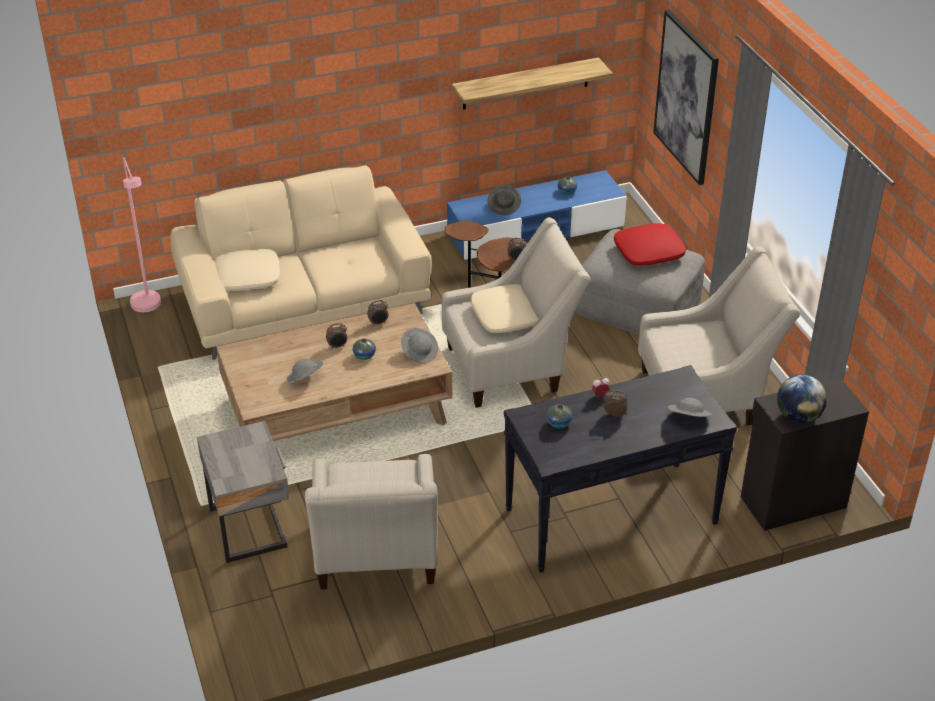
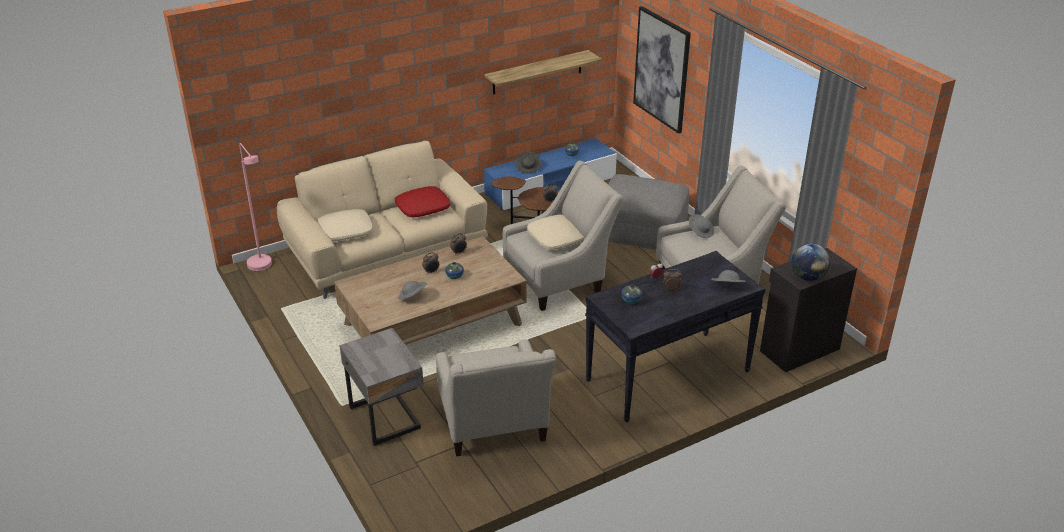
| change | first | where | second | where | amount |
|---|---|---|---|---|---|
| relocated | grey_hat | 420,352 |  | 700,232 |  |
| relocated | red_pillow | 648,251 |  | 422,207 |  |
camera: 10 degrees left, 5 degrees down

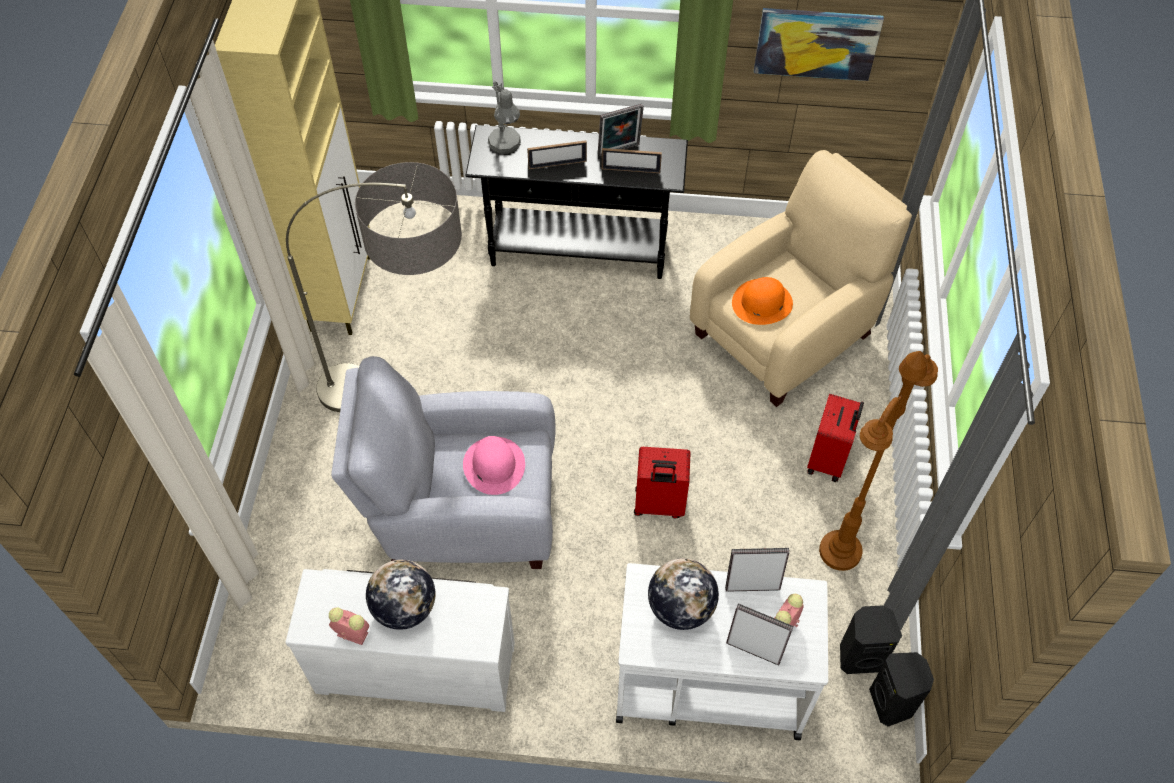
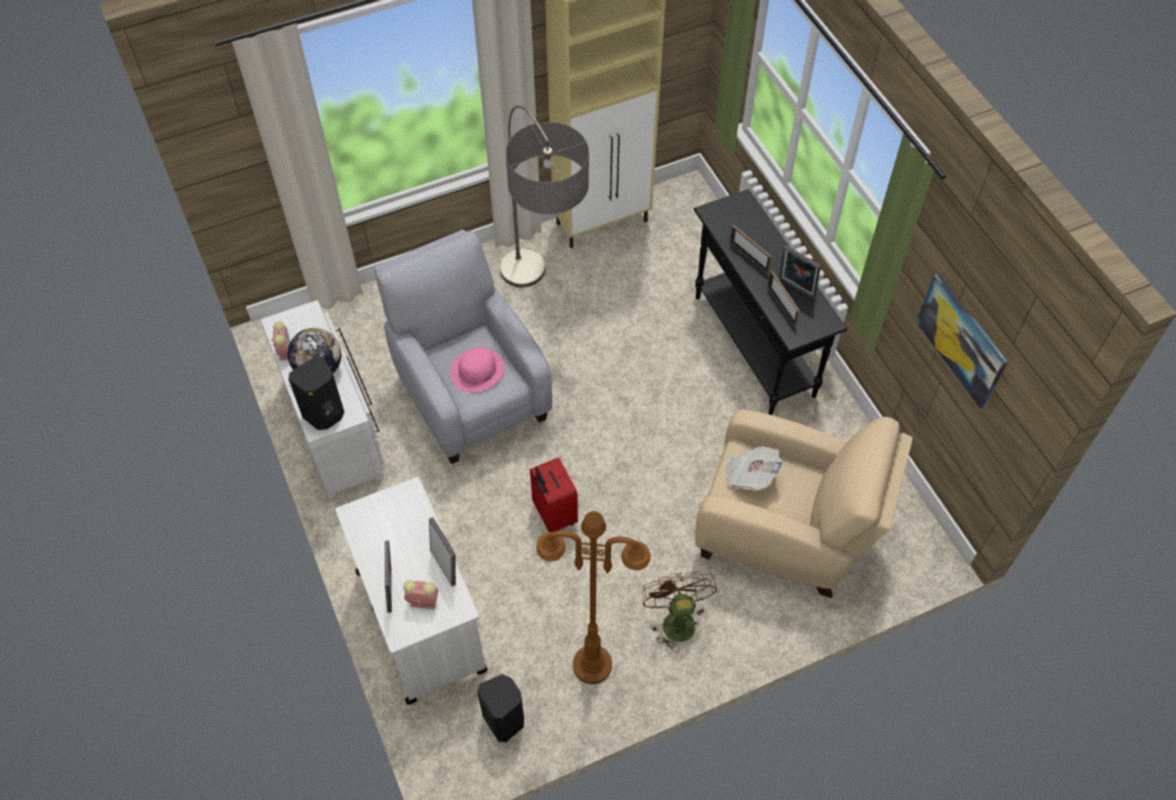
| change | first | where | second | where | amount |
|---|---|---|---|---|---|
| missing | grey_table_lamp | 506,147 |  |  |  |
| missing | globe | 680,608 |  |  |  |
| exchanged | orange_hat | 762,303 | newspaper | 750,475 |  |
| exchanged | red_suitcase | 828,459 | brown_fan | 675,619 |  |
| relocated | black_speaker | 892,703 |  | 325,415 |  |
camera: 60 degrees right, 0 degrees up

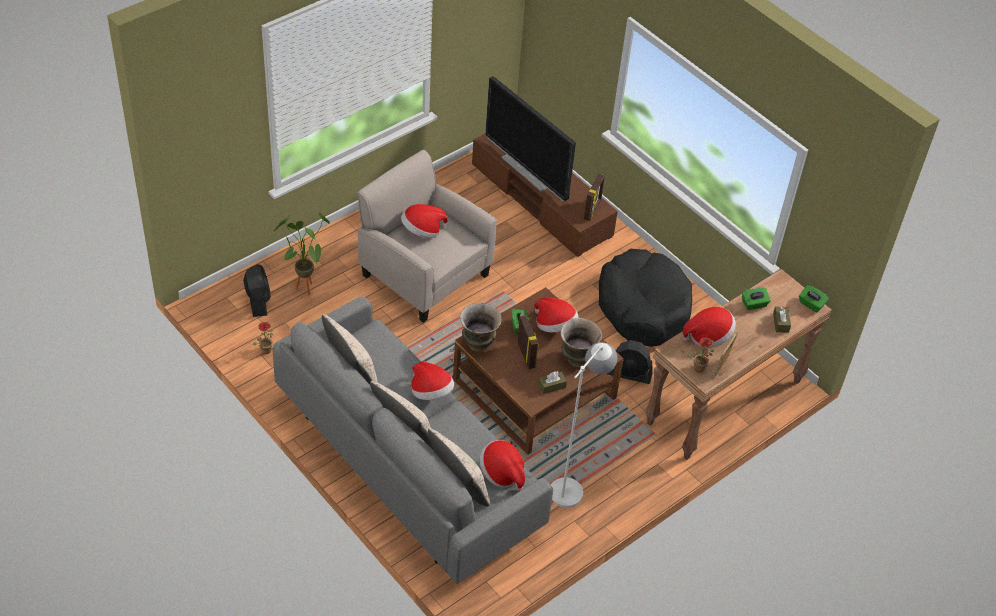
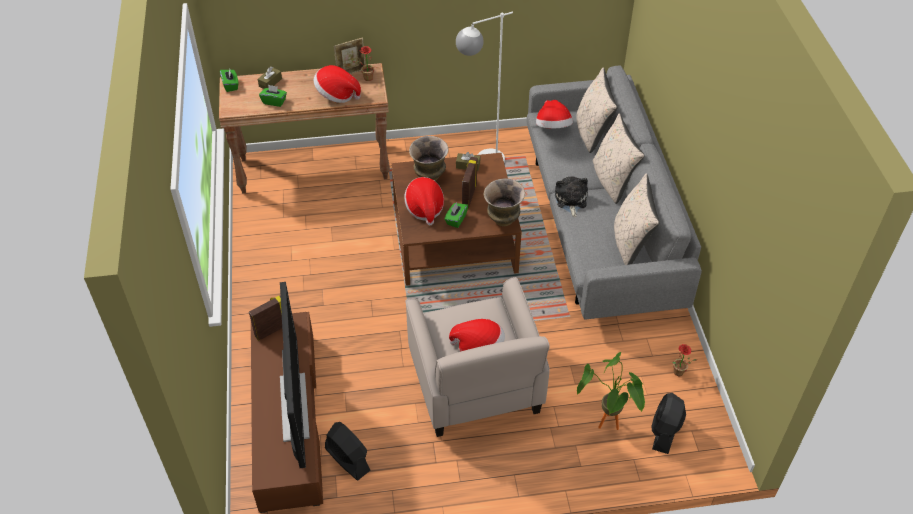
| change | first | where | second | where | amount |
|---|---|---|---|---|---|
| exchanged | hat | 431,392 | plush_toy | 570,201 |  |
| missing | black_dog_bed | 643,307 |  |  |  |
| relocated | black_fan | 629,374 |  | 347,459 |  |
camera: 145 degrees left, 0 degrees up

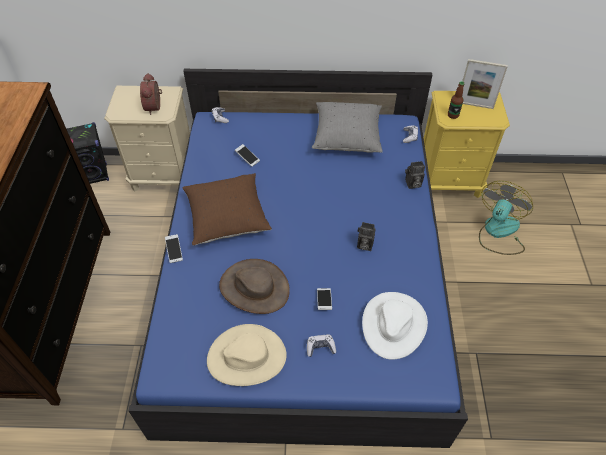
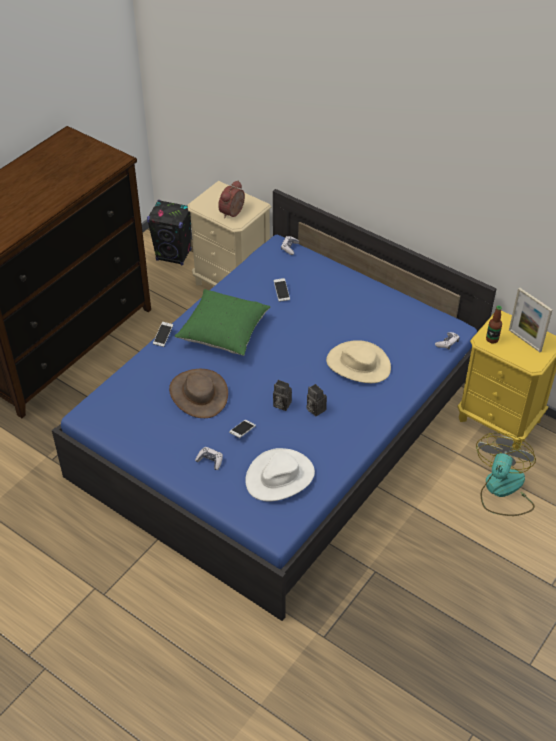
| change | first | where | second | where | amount |
|---|---|---|---|---|---|
| colour | brown_pillow | 227,218 | green_pillow | 223,333 |  |
| relocated | beige_hat | 246,357 |  | 358,364 |  |
| missing | grey_pillow | 347,137 |  |  |  |
| relocated | photo_camera | 412,184 |  | 281,404 |  |
| spun | fan | 498,232 |  | 502,490 | 45 degrees counterclockwise |
camera: 35 degrees right, 5 degrees down

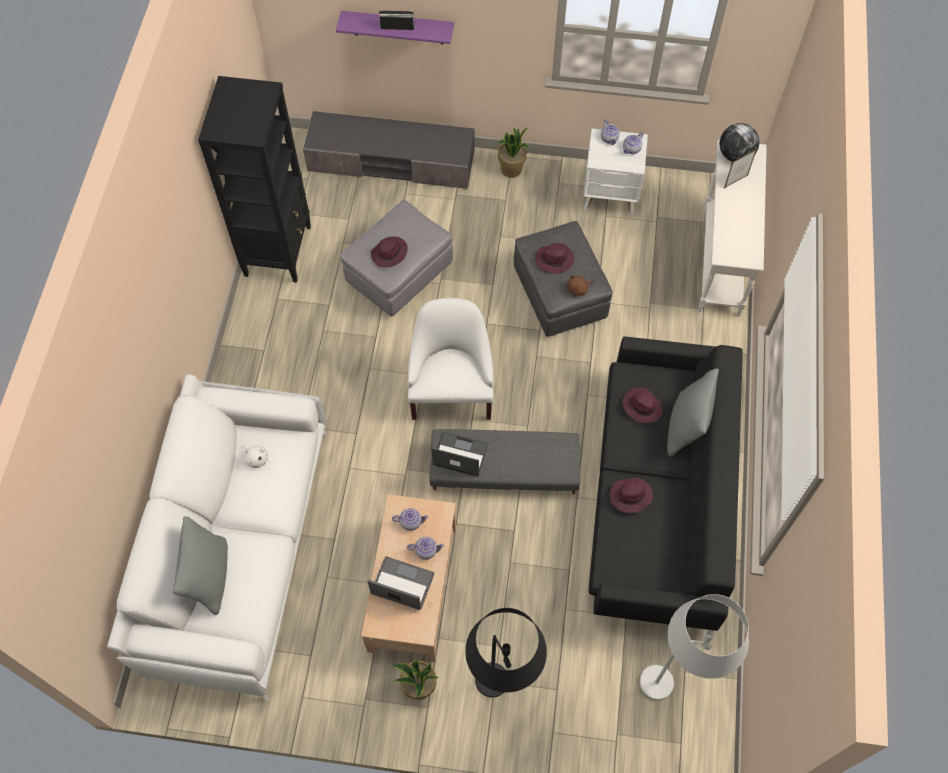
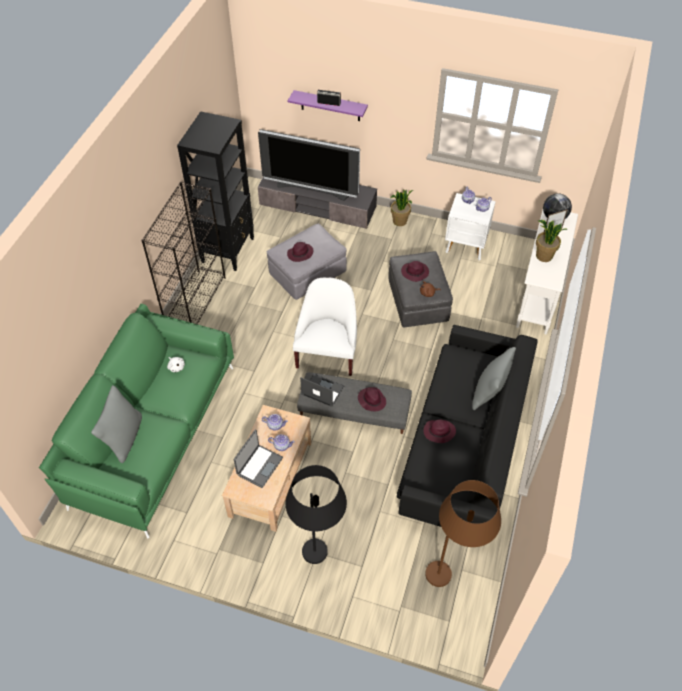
| change | first | where | second | where | amount |
|---|---|---|---|---|---|
| colour | white_sofa | 237,549 | green_sofa | 152,433 |  |
| spun | laptop | 402,585 |  | 259,466 | 90 degrees clockwise |
| relocated | potted_plant | 419,687 |  | 544,256 |  |
| relocated | purple_hat | 641,406 |  | 371,400 |  |
| colour | white_floor_lamp | 675,685 | brown_floor_lamp | 452,578 |  |
| appeared |  |  | black_bookcase | 196,301 |  |
| appeared |  |  | television | 312,189 |  |
camera: 10 degrees right, 10 degrees down

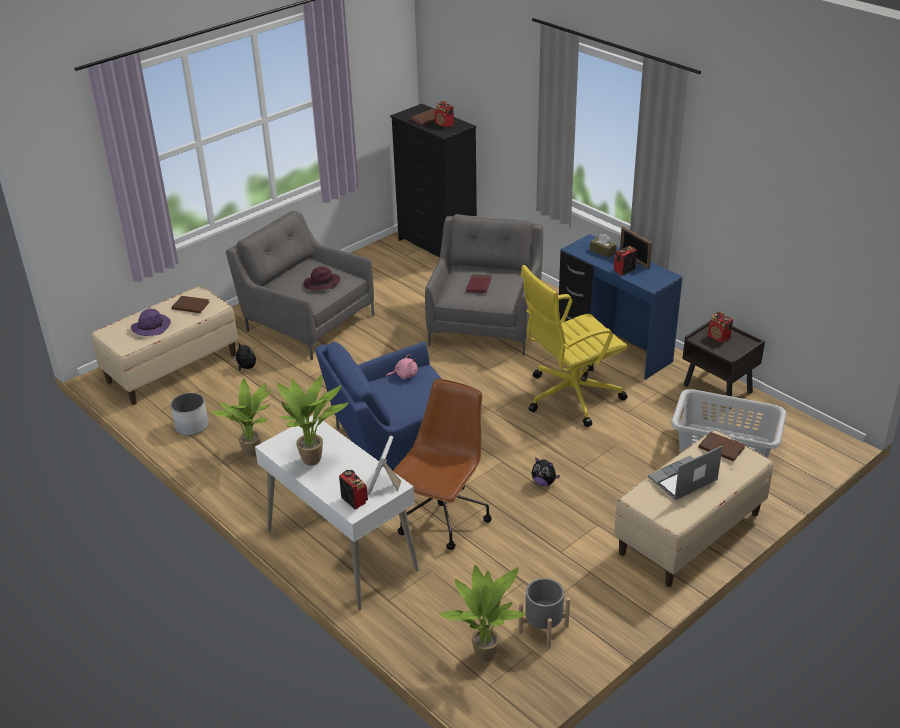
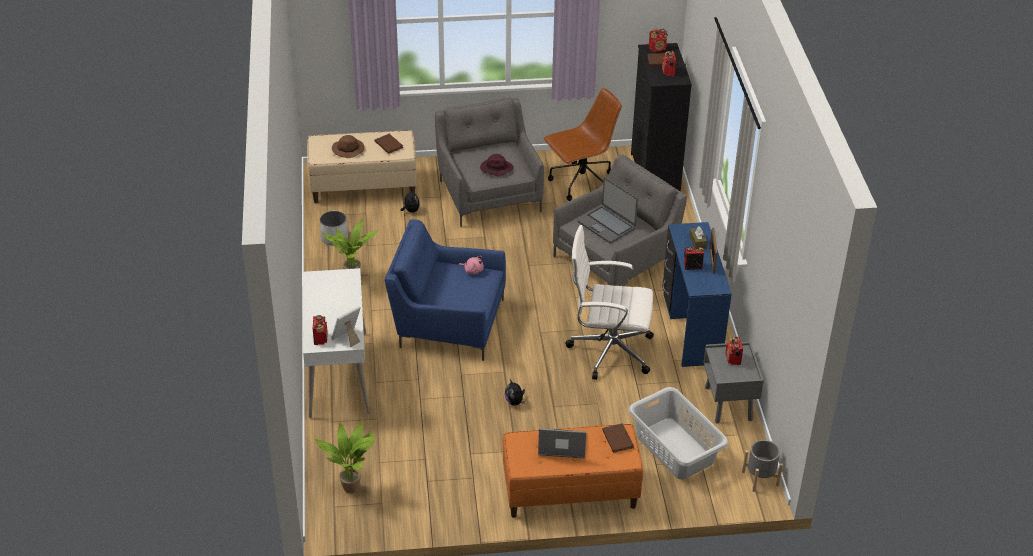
| change | first | where | second | where | amount |
|---|---|---|---|---|---|
| colour | purple_hat | 152,327 | brown_hat | 348,149 |  |
| missing | potted_plant | 315,460 |  |  |  |
| relocated | brown_office_chair | 442,518 |  | 581,183 |  |
| exchanged | red_book | 479,285 | laptop | 606,225 |  |
| relocated | grey_planter | 543,629 |  | 760,478 |  |
| colour | yellow_office_chair | 570,397 | white_office_chair | 608,350 |  |
| colour | beige_bench | 690,534 | orange_bench | 570,492 |  |
| colour | brown_nightstand | 718,389 | grey_nightstand | 729,404 |  |
| appeared |  |  | radio | 657,48 |  |
camera: 35 degrees right, 5 degrees up

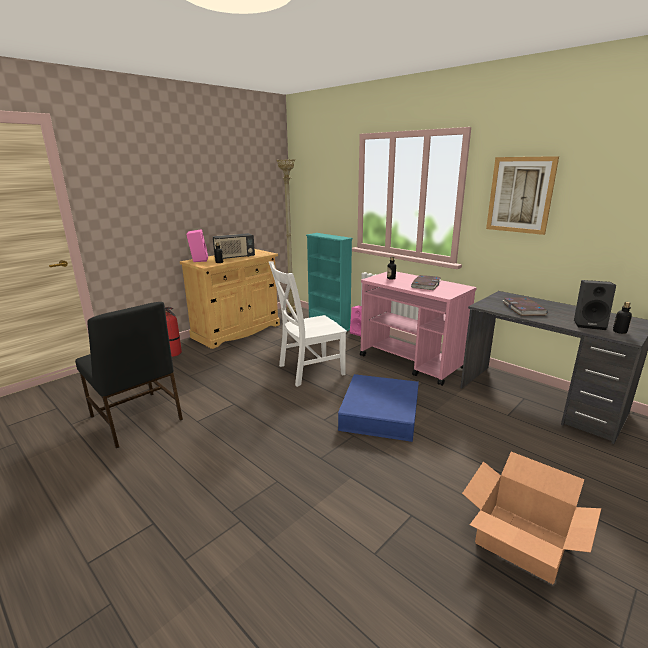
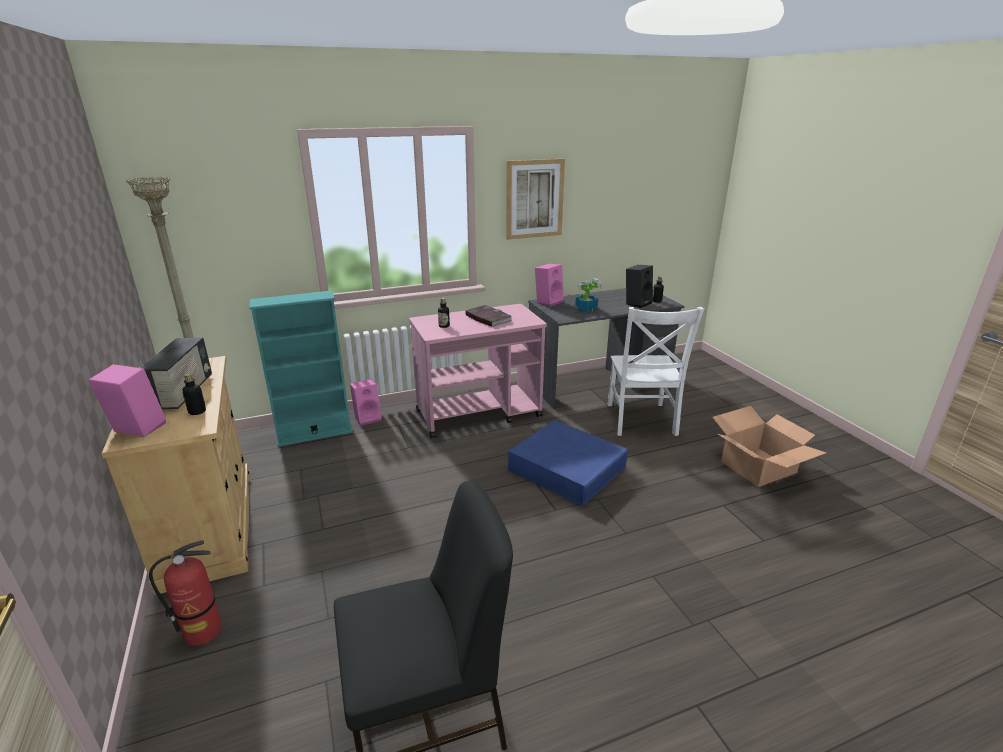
| change | first | where | second | where | amount |
|---|---|---|---|---|---|
| relocated | white_chair | 308,370 |  | 641,421 |  |
| exchanged | book | 524,309 | potted_plant | 586,308 |  |
| appeared |  |  | pink_speaker | 548,301 |  |
camera: 65 degrees left, 5 degrees up

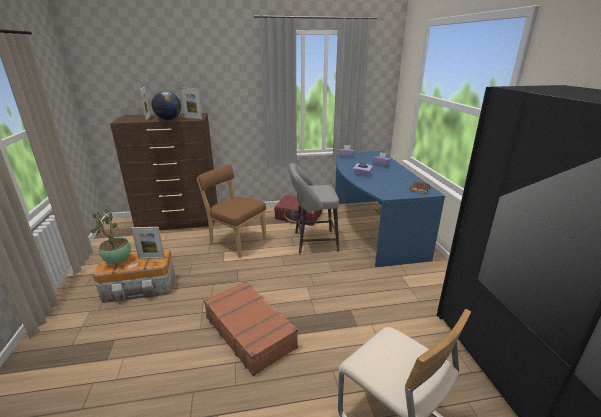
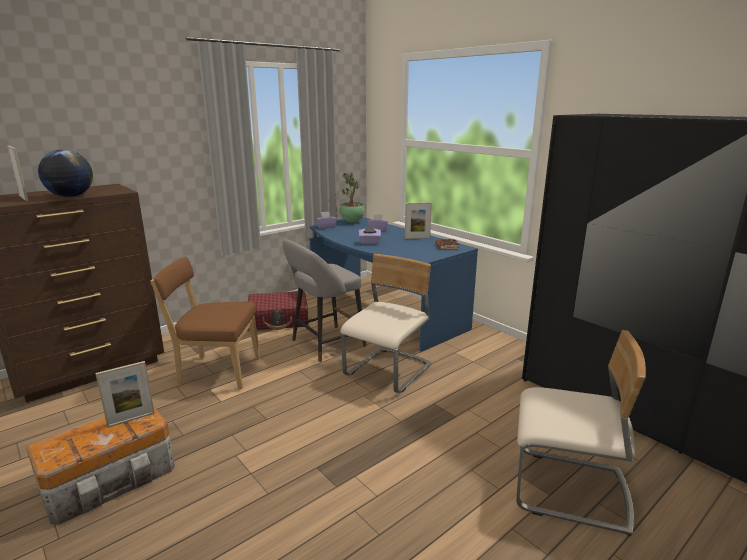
| change | first | where | second | where | amount |
|---|---|---|---|---|---|
| relocated | potted_plant | 118,262 |  | 352,222 |  |
| relocated | picture_frame | 193,118 |  | 417,238 |  |
| missing | brown_suitcase | 250,331 |  |  |  |
| appeared |  |  | beige_chair | 389,371 |  |
camera: 30 degrees left, 5 degrees down

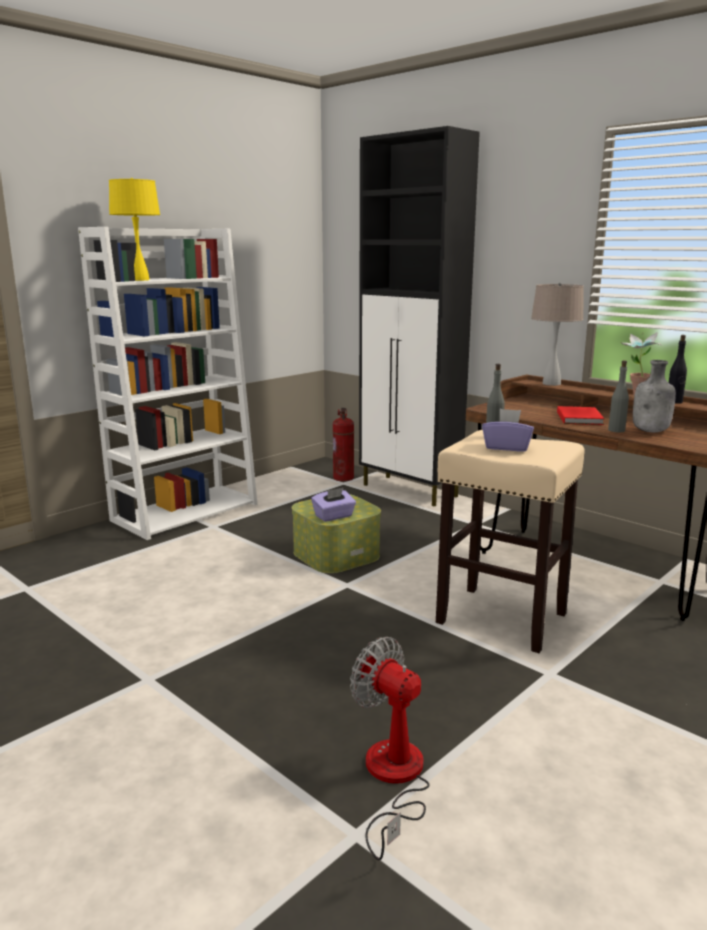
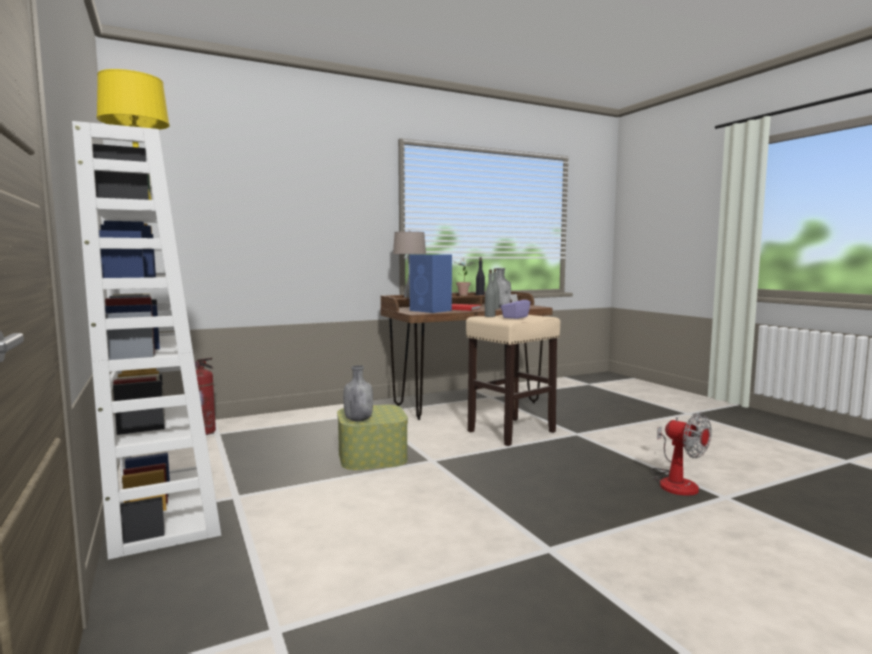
| change | first | where | second | where | amount |
|---|---|---|---|---|---|
| missing | purple_tissue_box | 334,516 |  |  |  |
| spun | fan | 393,779 |  | 675,482 | 105 degrees counterclockwise |
| missing | black_cabinet | 410,491 |  |  |  |
| appeared |  |  | grey_bottle | 358,420 |  |
| appeared |  |  | blue_speaker | 431,310 |  |
camera: 70 degrees left, 10 degrees down

